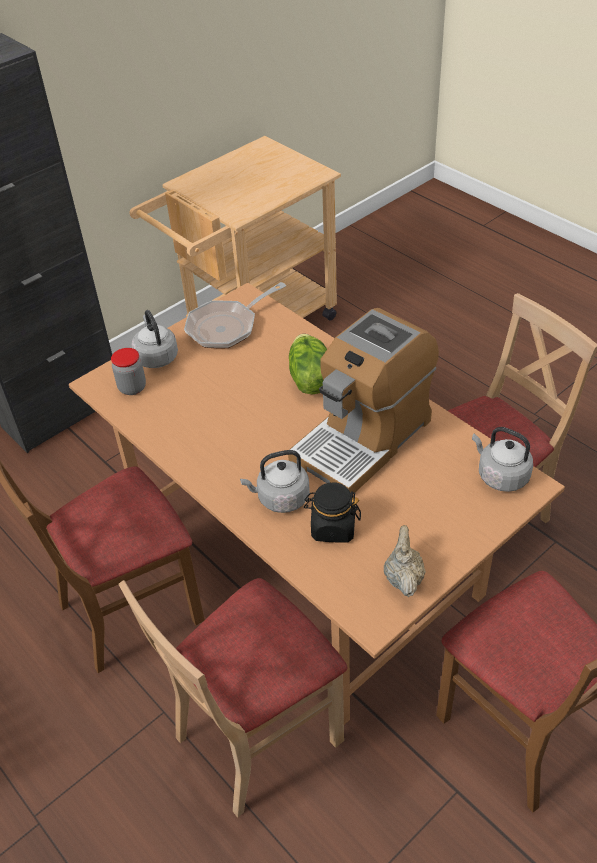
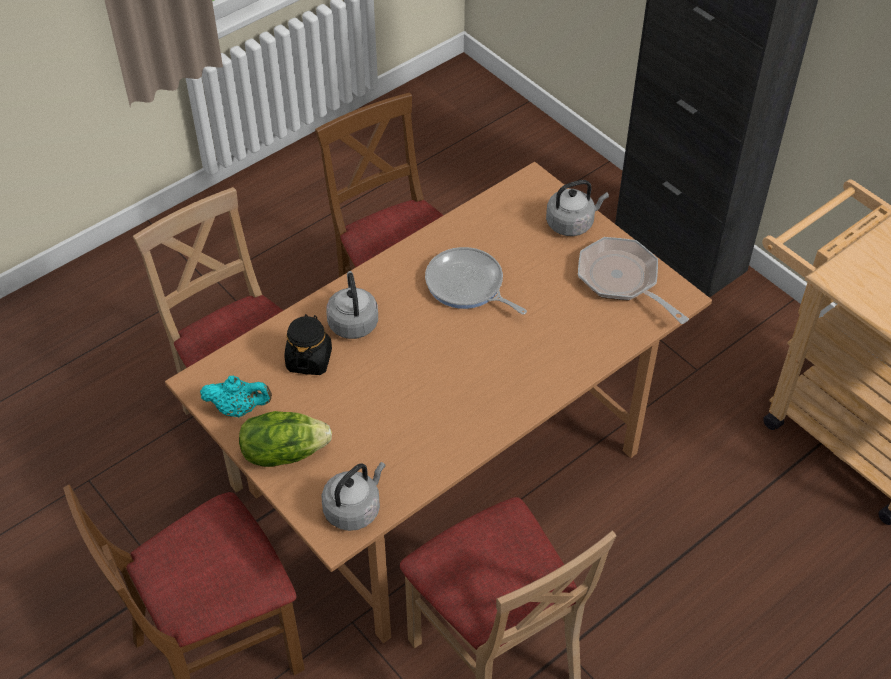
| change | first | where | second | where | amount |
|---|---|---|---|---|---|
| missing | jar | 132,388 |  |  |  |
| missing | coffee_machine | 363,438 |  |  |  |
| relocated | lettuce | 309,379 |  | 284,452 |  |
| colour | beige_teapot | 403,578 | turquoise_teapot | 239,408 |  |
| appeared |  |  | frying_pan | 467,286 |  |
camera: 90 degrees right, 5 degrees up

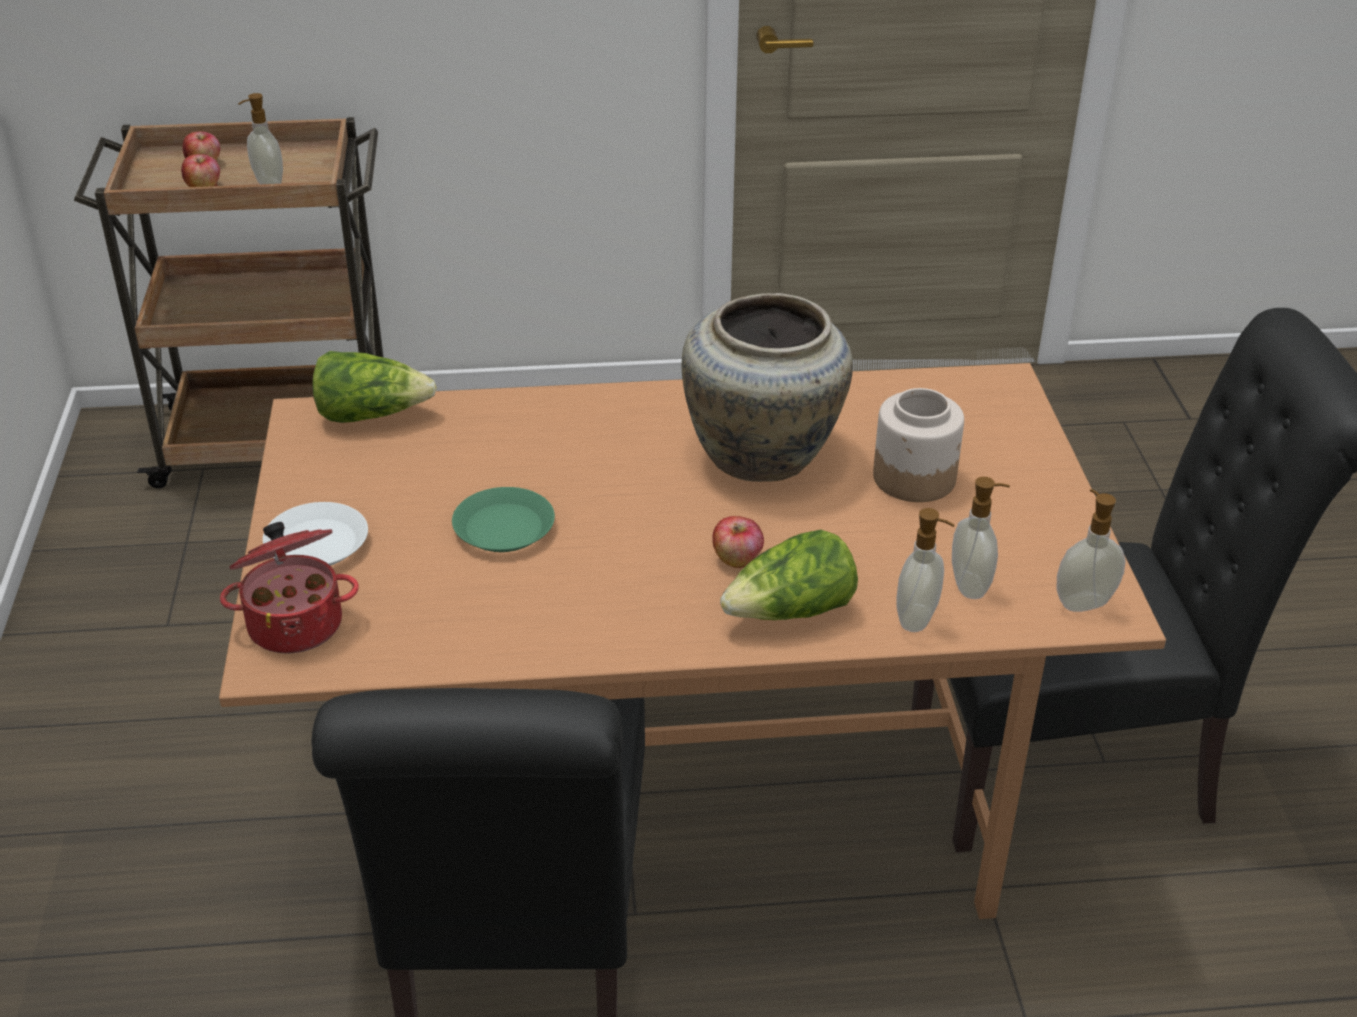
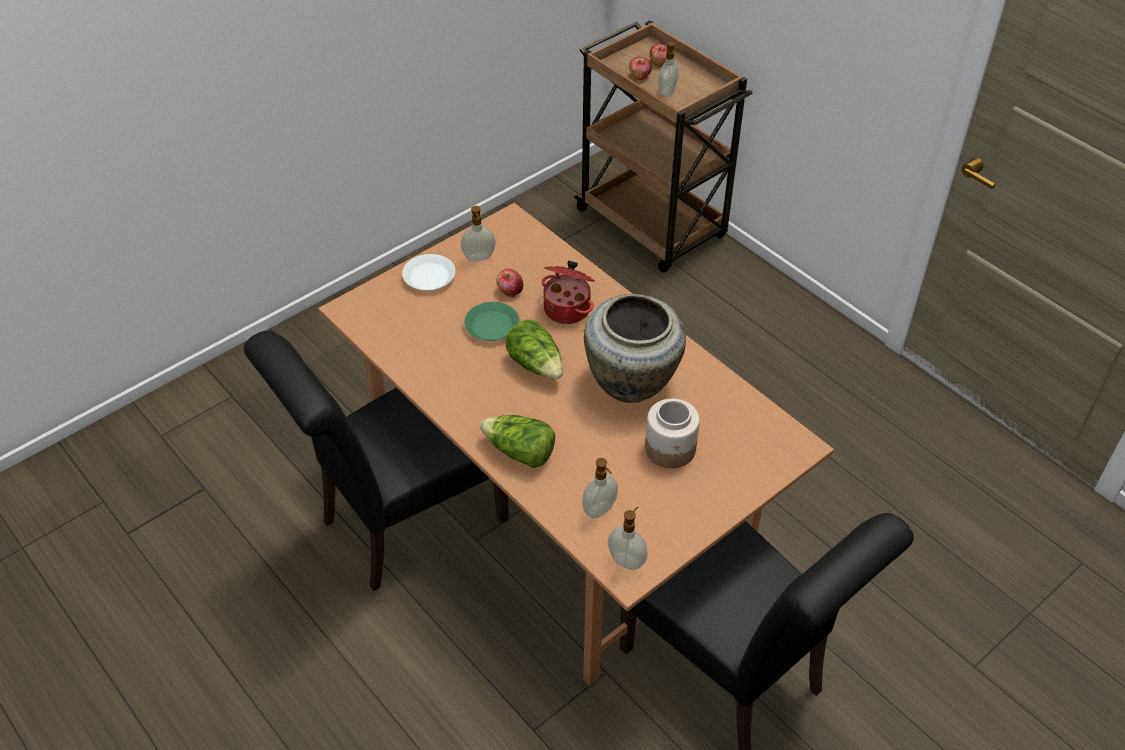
| change | first | where | second | where | amount |
|---|---|---|---|---|---|
| relocated | cooking_pot | 295,623 |  | 568,308 |  |
| relocated | lettuce | 371,414 |  | 536,364 |  |
| relocated | apple | 737,559 |  | 510,291 |  |
| relocated | soap_dispenser | 918,619 |  | 479,258 |  |
camera: 55 degrees right, 10 degrees up

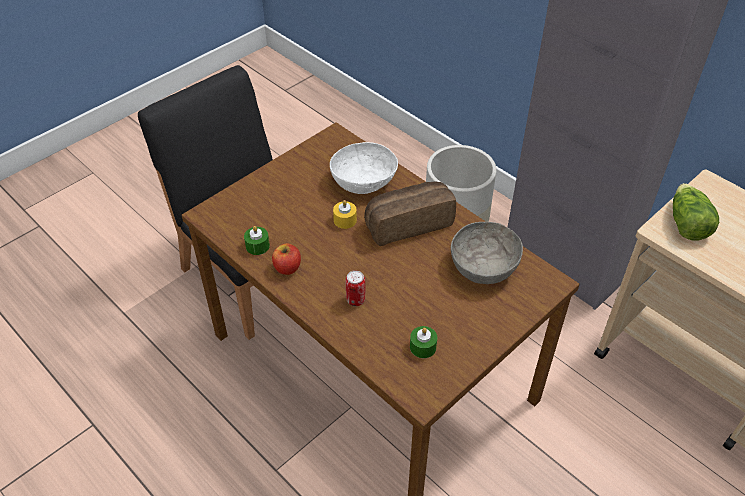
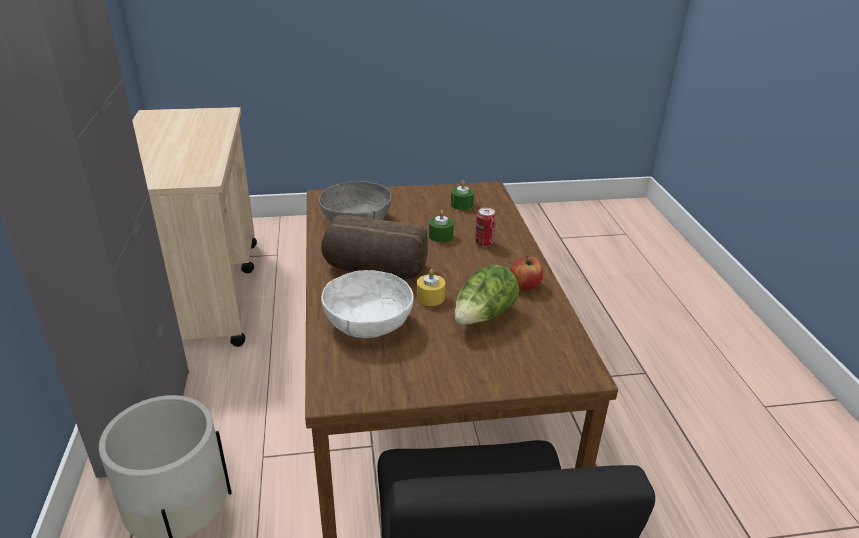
| change | first | where | second | where | amount |
|---|---|---|---|---|---|
| relocated | green_candle | 257,246 |  | 440,236 |  |
| relocated | lettuce | 686,224 |  | 484,316 |  |
camera: 145 degrees left, 15 degrees down

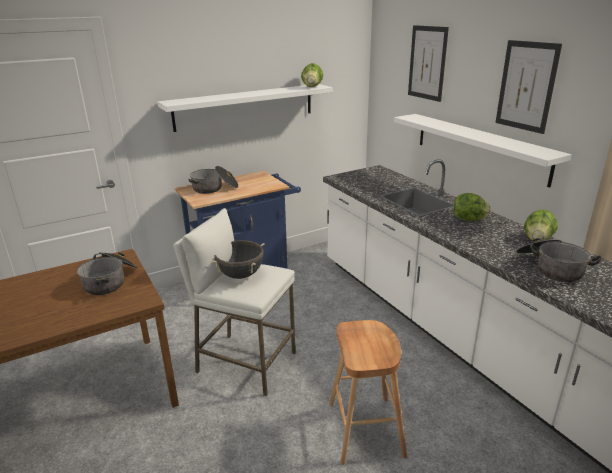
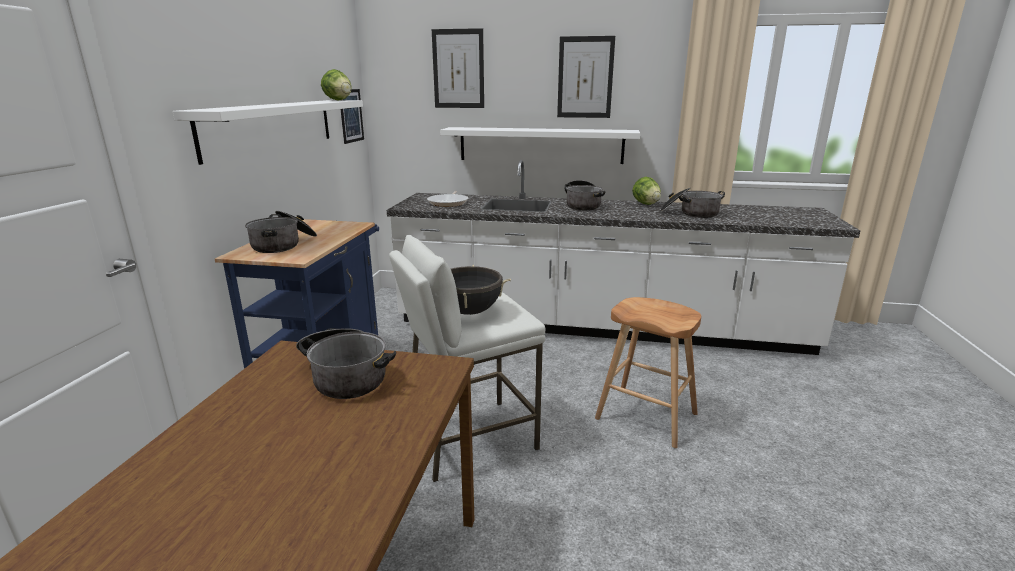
| change | first | where | second | where | amount |
|---|---|---|---|---|---|
| exchanged | lettuce | 469,219 | cooking_pot | 582,205 |  |
| appeared |  |  | picture | 351,115 |  |
| appeared |  |  | frying_pan | 448,203 |  |
camera: 50 degrees left, 5 degrees down

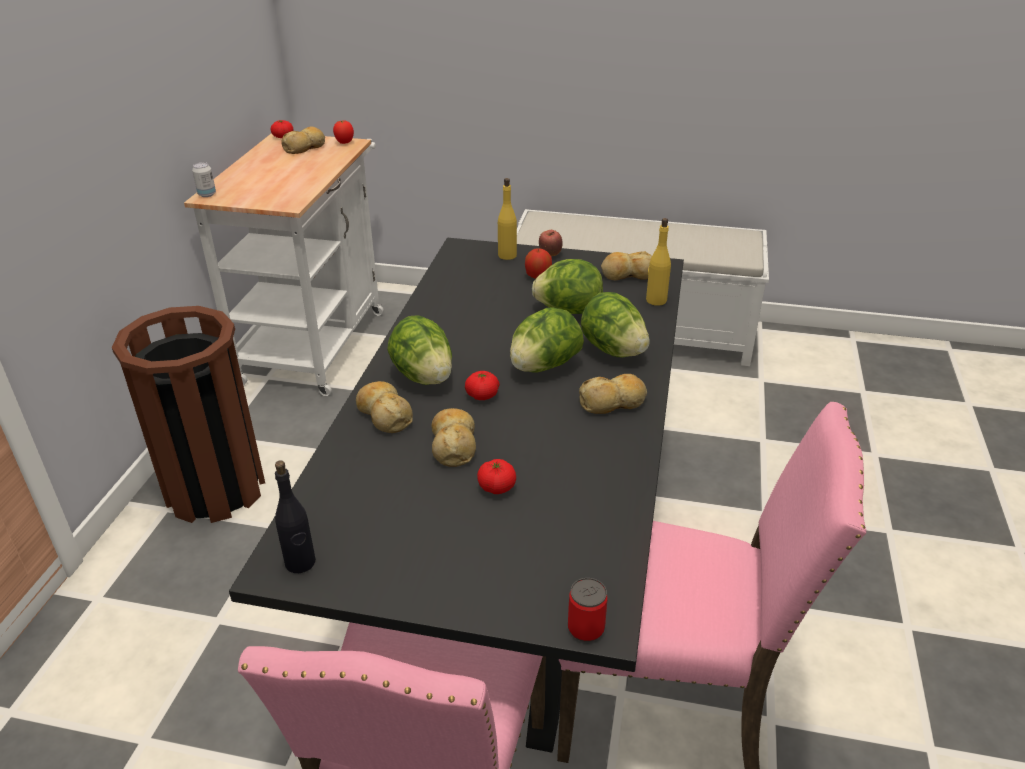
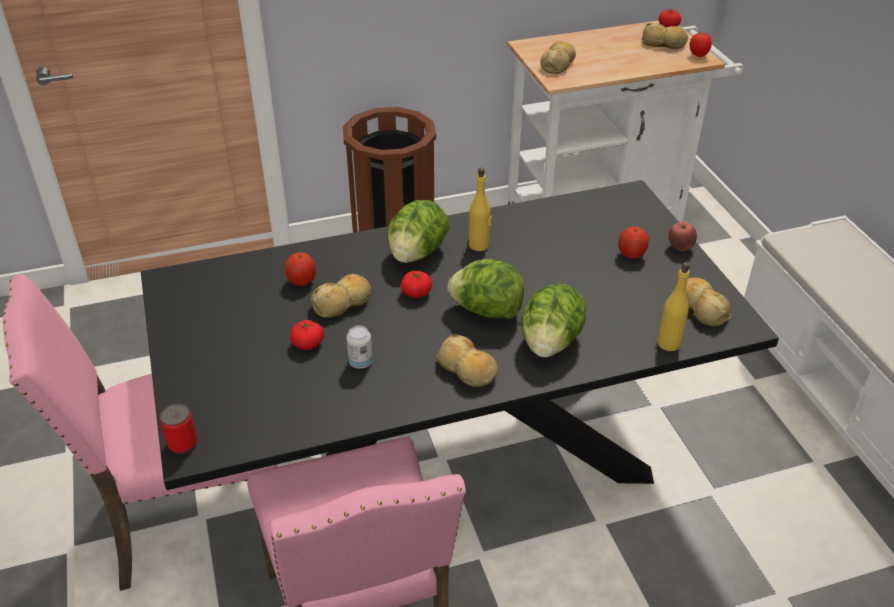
| change | first | where | second | where | amount |
|---|---|---|---|---|---|
| relocated | can | 207,194 |  | 360,362 |  |
| missing | black_bottle | 300,563 |  |  |  |
| relocated | bread | 384,414 |  | 558,64 |  |
| relocated | yellow_bottle | 507,255 |  | 479,245 |  |
| missing | lettuce | 568,311 |  |  |  |
| appeared |  |  | apple | 302,281 |  |
camera: 60 degrees right, 5 degrees up

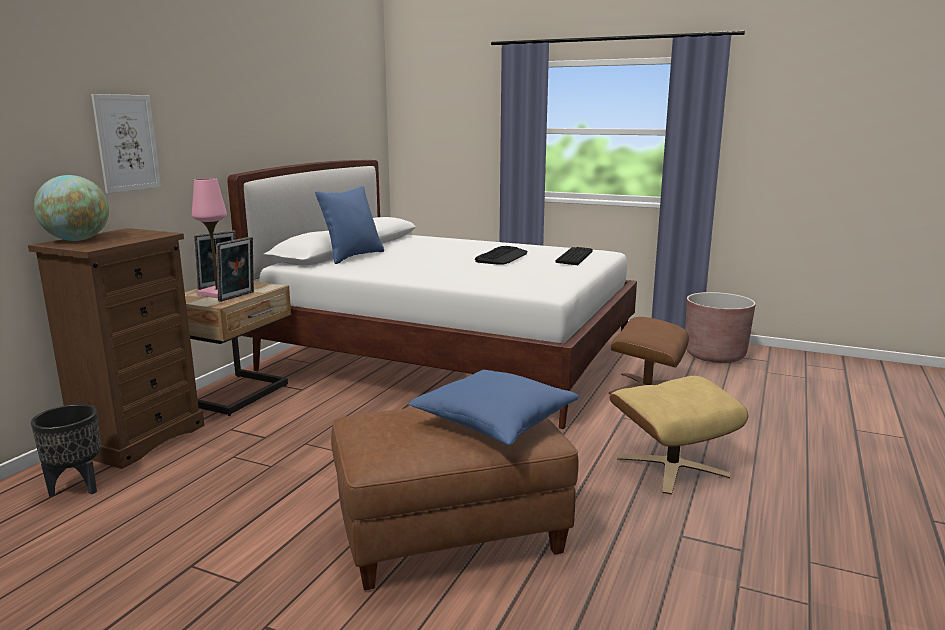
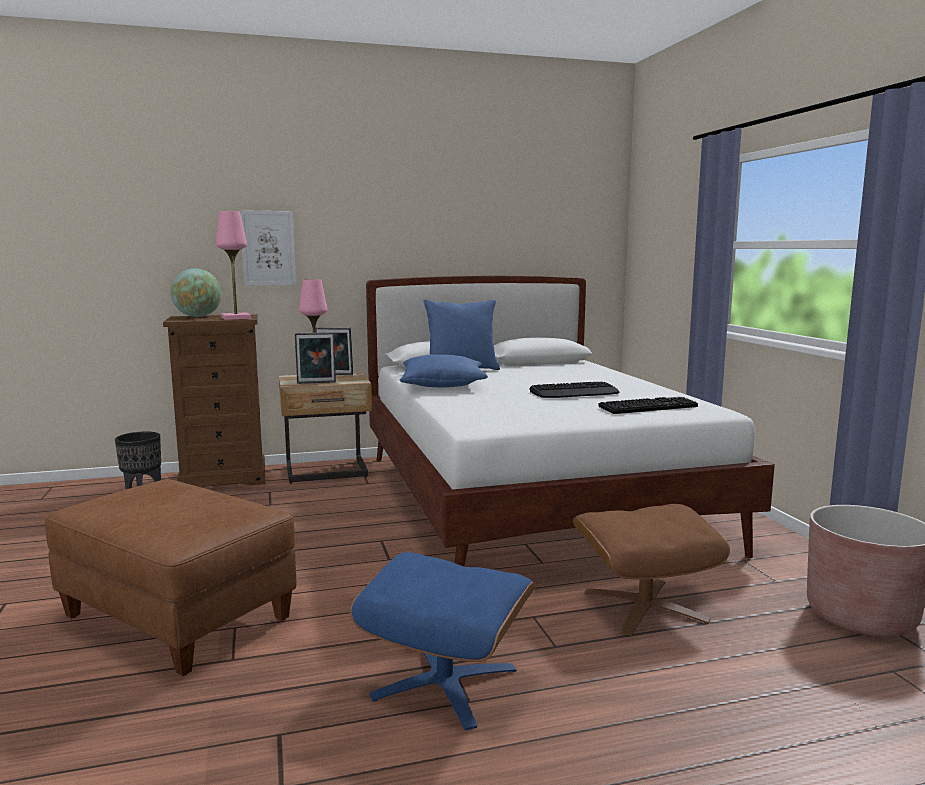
| change | first | where | second | where | amount |
|---|---|---|---|---|---|
| relocated | blue_pillow | 494,422 |  | 443,385 |  |
| colour | beige_ottoman | 671,466 | blue_ottoman | 445,682 |  |
| appeared |  |  | pink_table_lamp | 236,318 |  |
camera: 50 degrees right, 5 degrees down

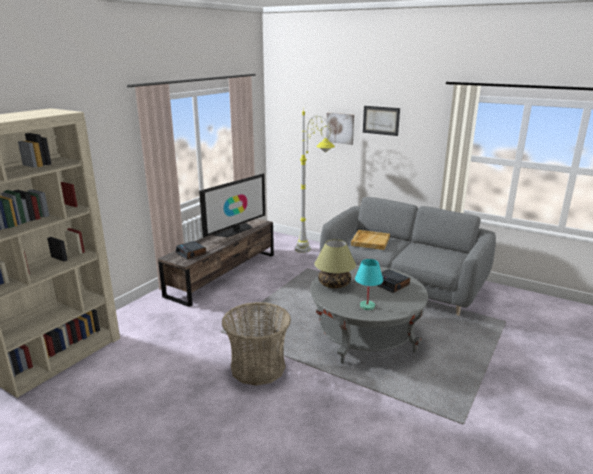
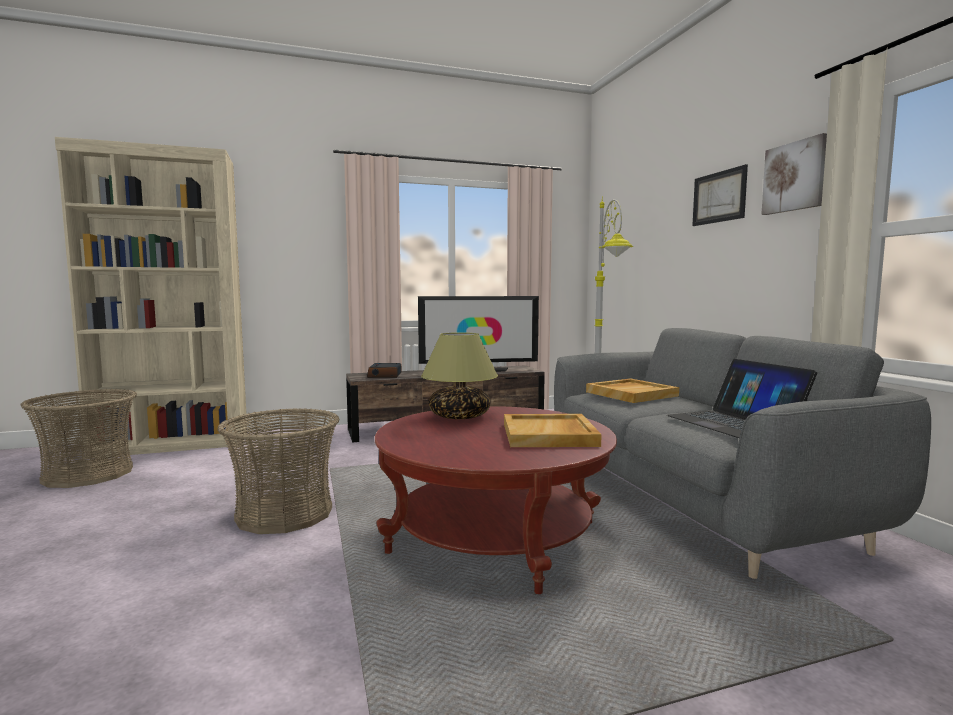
| change | first | where | second | where | amount |
|---|---|---|---|---|---|
| colour | grey_coffee_table | 365,336 | red_coffee_table | 494,538 |  |
| relocated | picture | 340,128 |  | 794,176 |  |
| missing | turquoise_table_lamp | 367,306 |  |  |  |
| exchanged | alarm_clock | 391,284 | beige_tray | 549,435 |  |
| appeared |  |  | basket | 88,474 |  |
| appeared |  |  | laptop | 735,422 |  |
camera: 40 degrees right, 15 degrees down

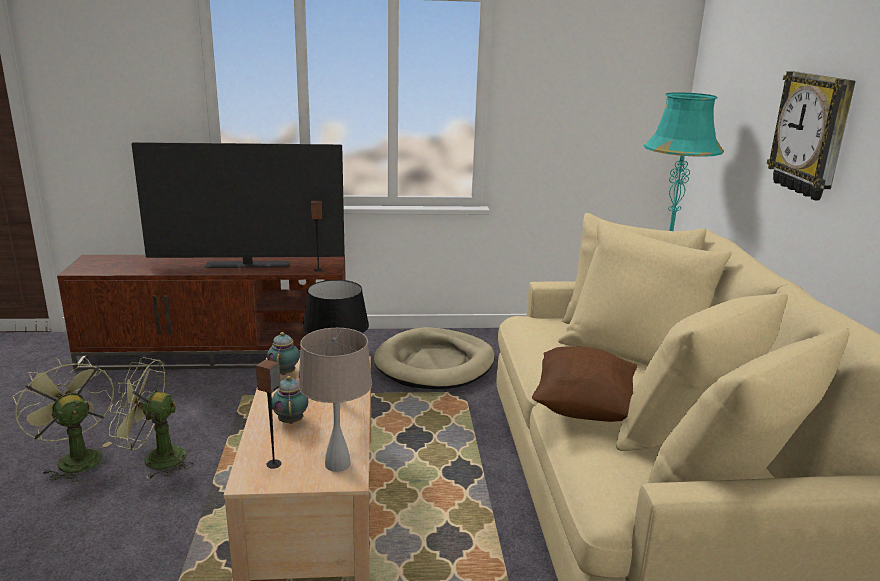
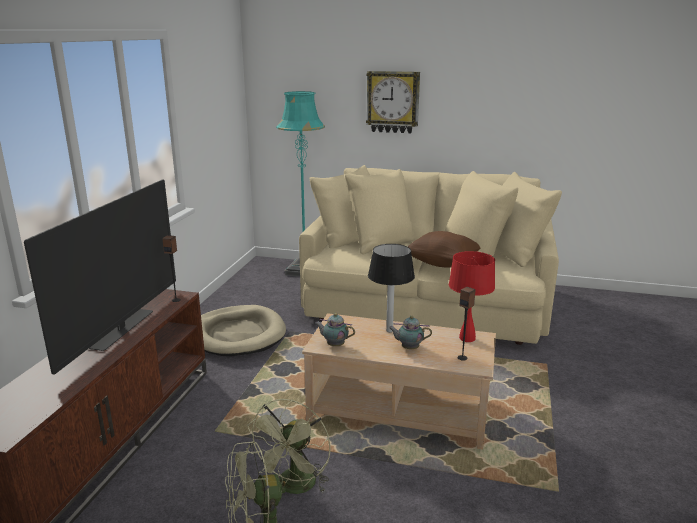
| change | first | where | second | where | amount |
|---|---|---|---|---|---|
| colour | beige_table_lamp | 337,464 | red_table_lamp | 467,338 |  |
camera: 70 degrees left, 0 degrees up

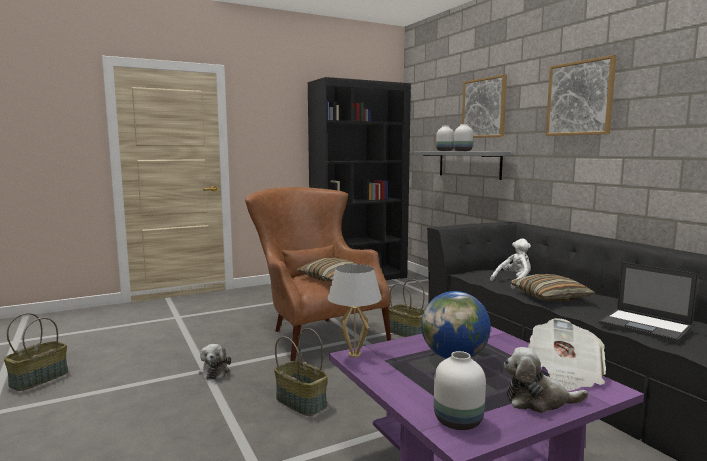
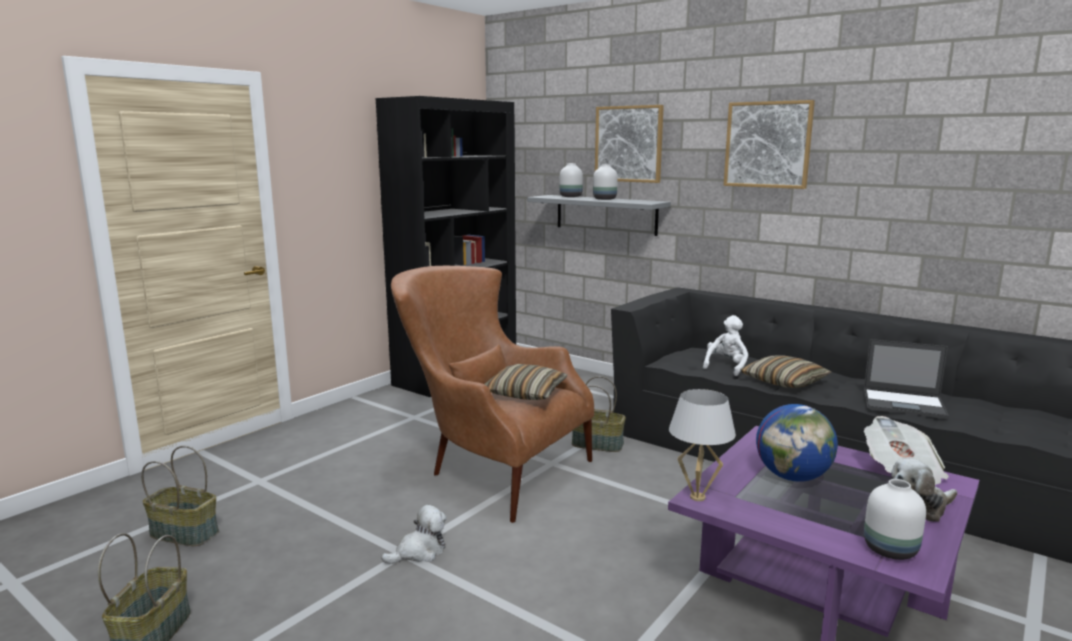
| change | first | where | second | where | amount |
|---|---|---|---|---|---|
| spun | plush_toy | 215,371 |  | 419,552 | 90 degrees counterclockwise |
| relocated | basket | 302,402 |  | 185,533 |  |
camera: 25 degrees left, 5 degrees up

